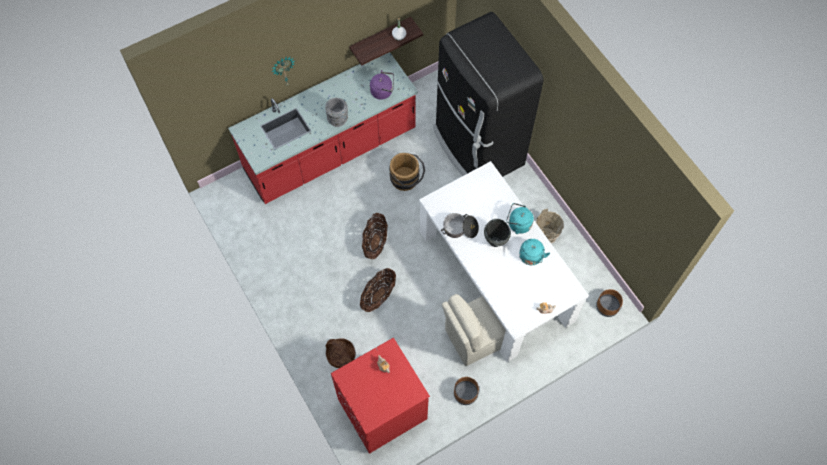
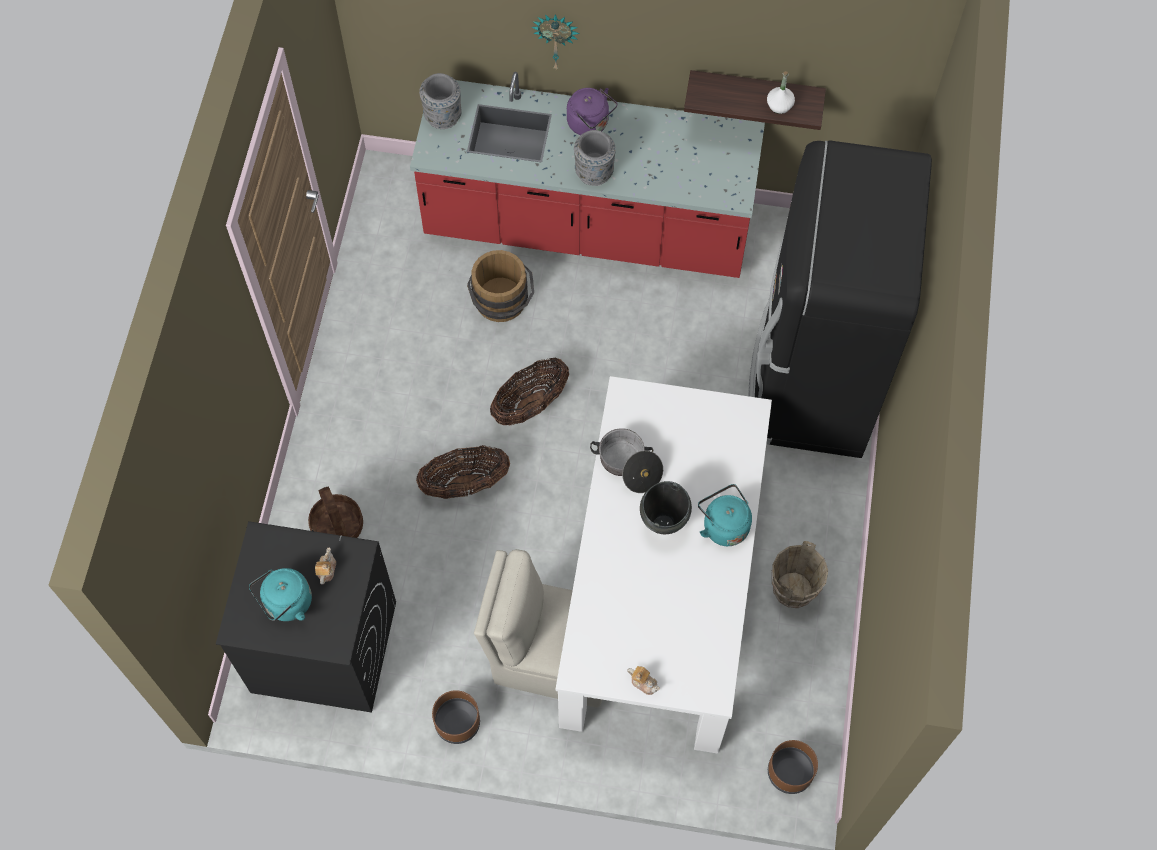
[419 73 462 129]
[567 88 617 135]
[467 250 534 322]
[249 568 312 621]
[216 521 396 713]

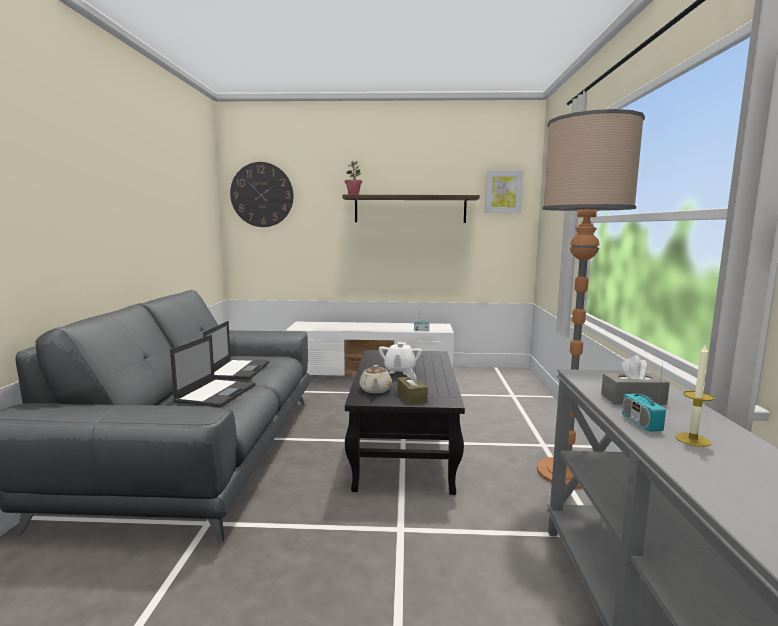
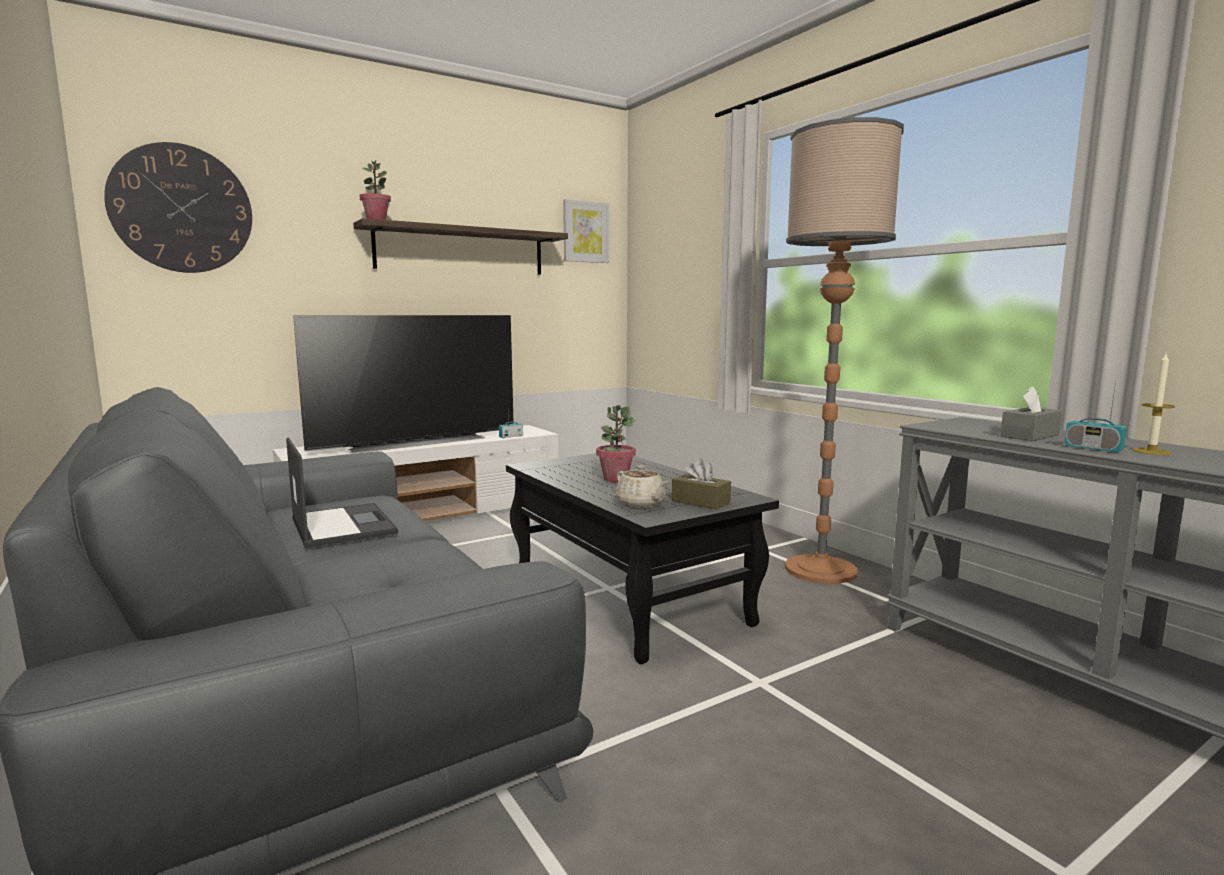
[170 335 256 407] (first image)
[293 315 514 453]
[596 405 636 482]

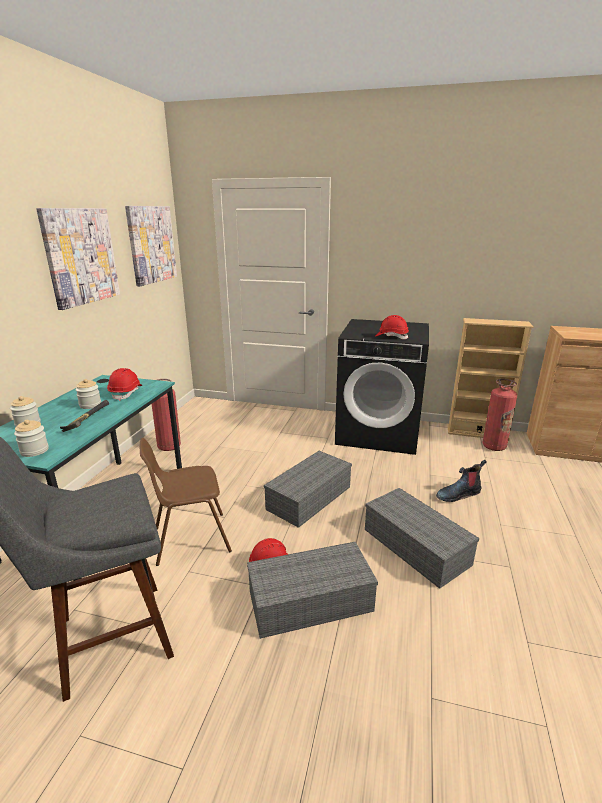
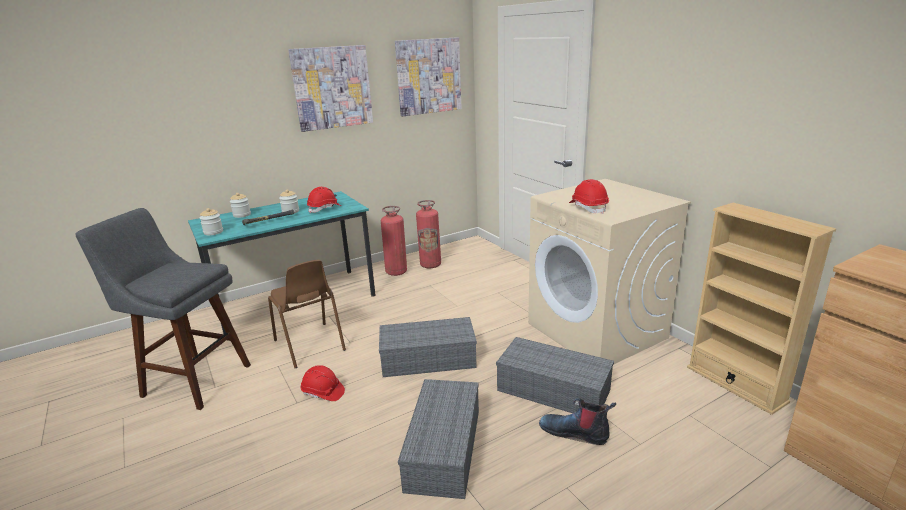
[496 337 614 413]
[416 200 441 269]
[528 179 691 364]
[268 259 346 368]

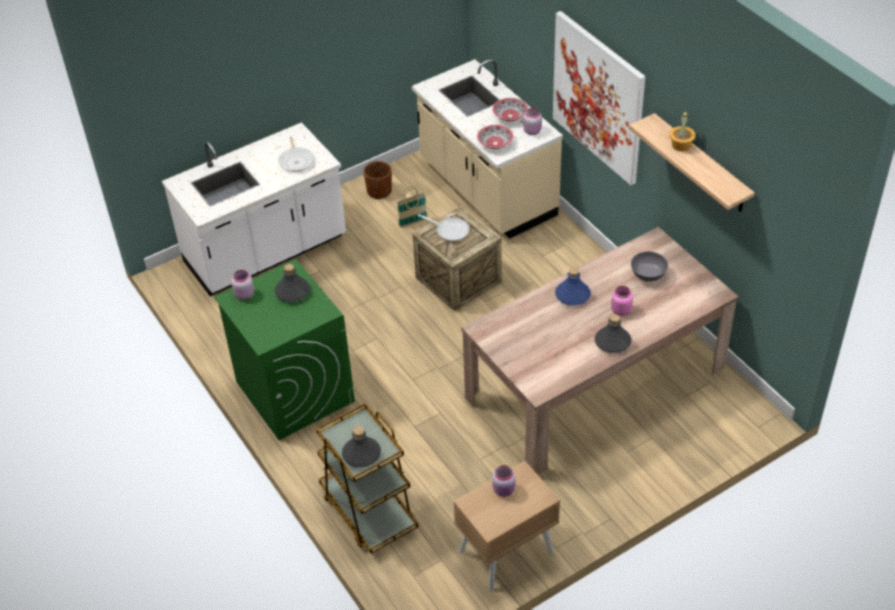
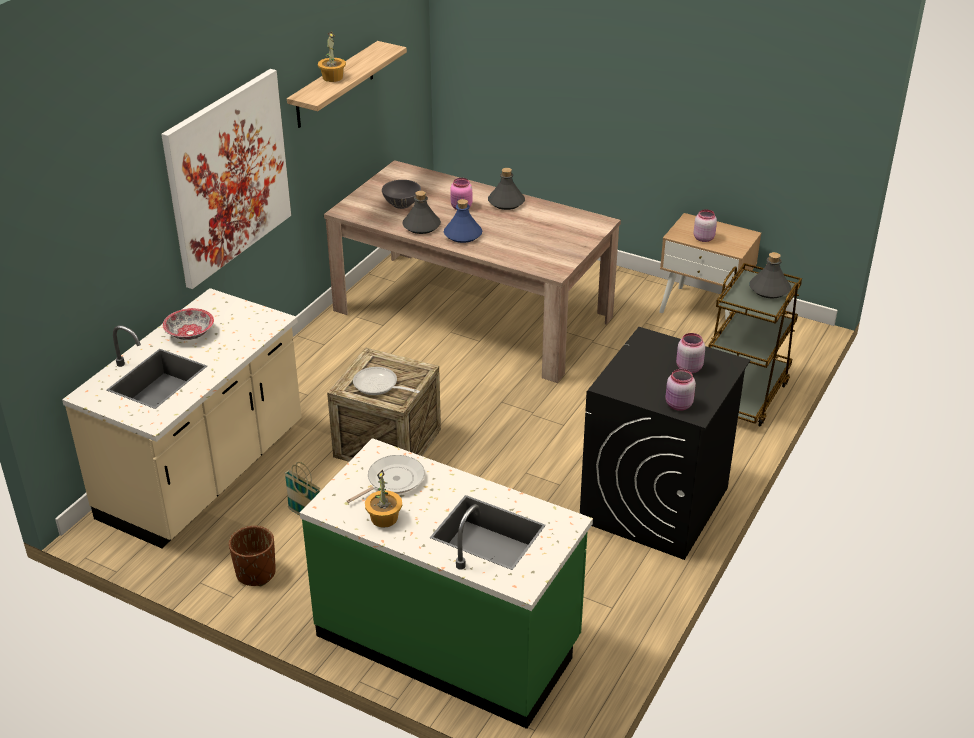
[477 125 513 149] (first image)
[365 470 402 528]
[402 191 441 234]
[676 333 705 373]
[300 438 593 729]
[580 327 750 560]
[353 367 420 395]

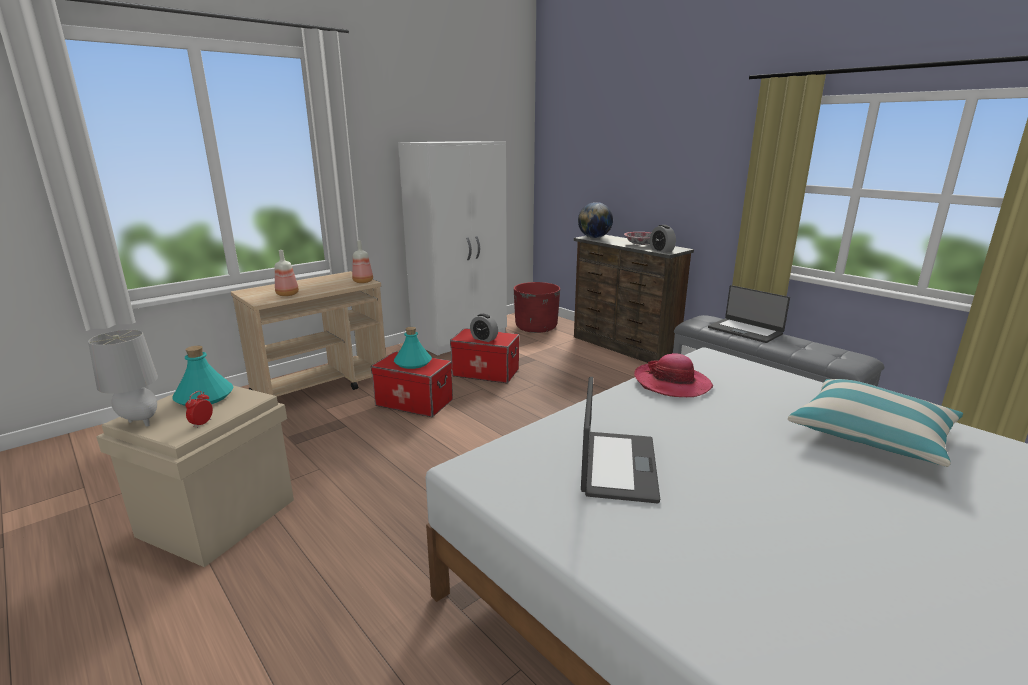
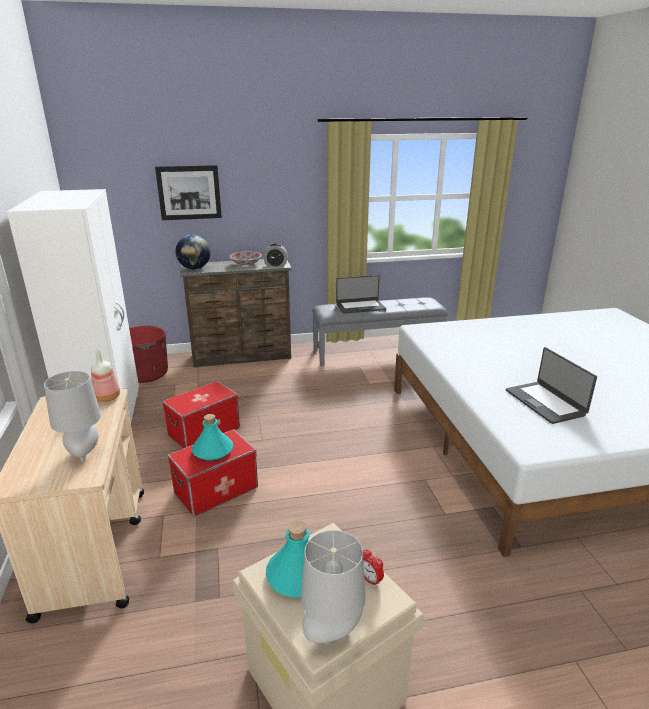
[470 314 498 342] (first image)
[634 353 713 397] (first image)
[788 379 963 467] (first image)
[155 165 222 220]
[44 371 101 462]
[506 347 597 424]

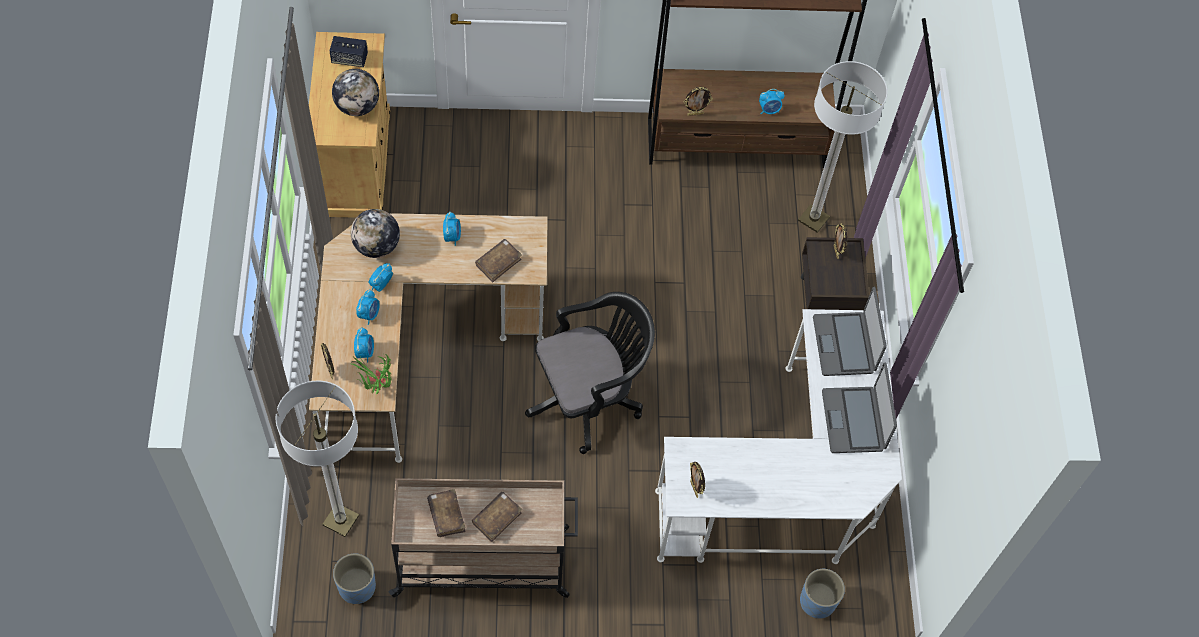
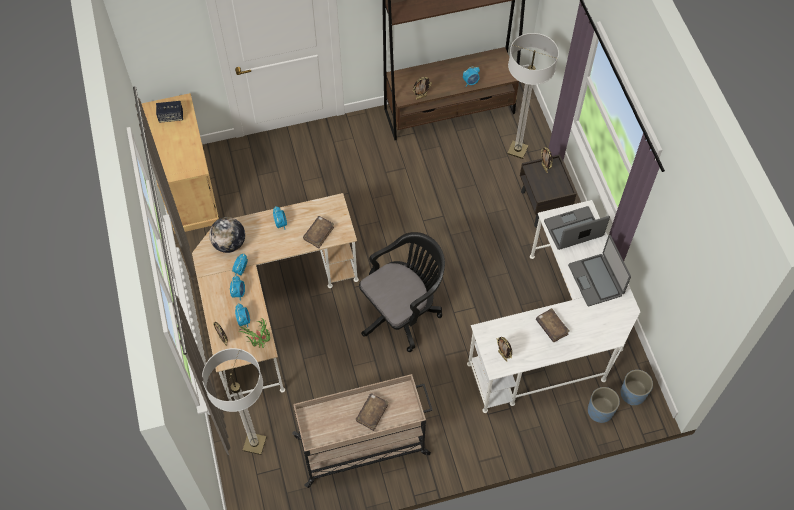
[332 69 379 116] (first image)
[621 370 653 406]
[536 308 570 342]
[544 206 610 250]

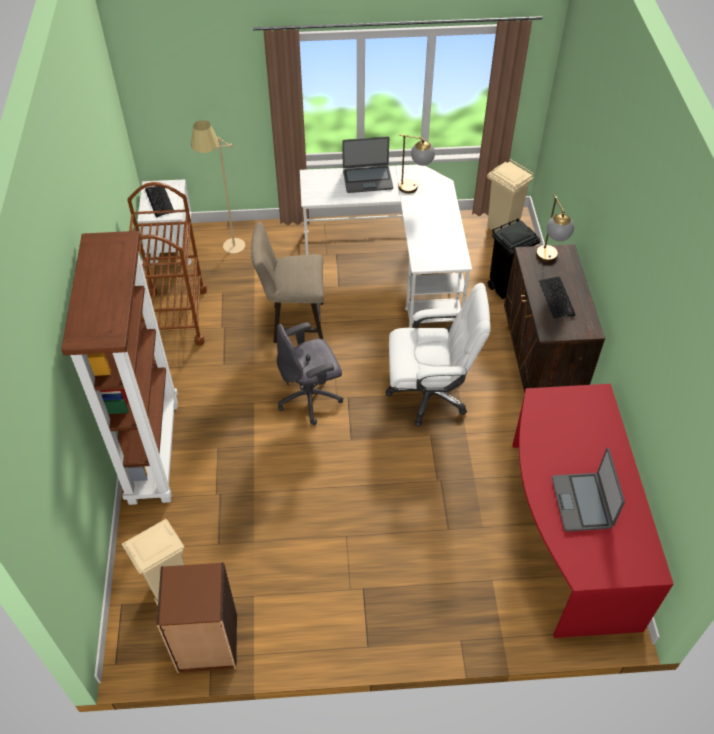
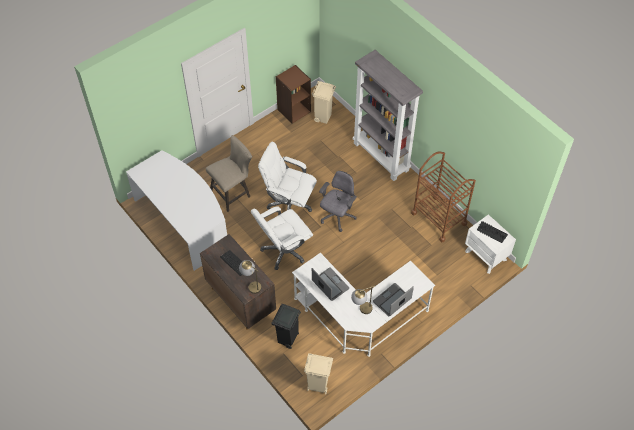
[191 120 245 254] (first image)
[258 142 317 212]
[206 135 252 212]
[312 267 349 301]
[353 50 423 181]
[126 150 227 271]

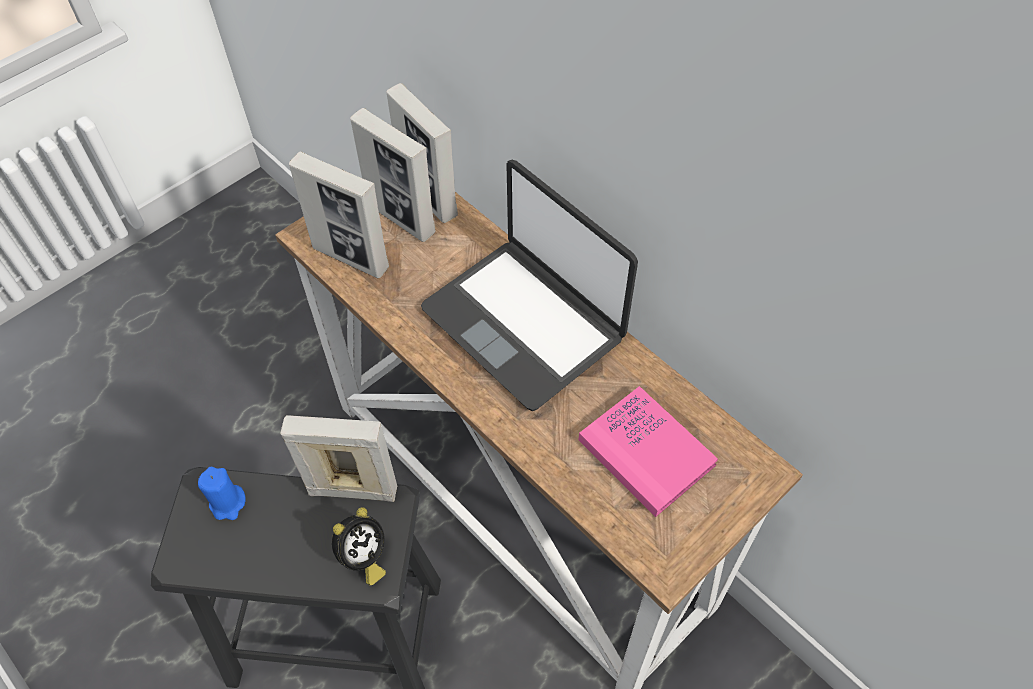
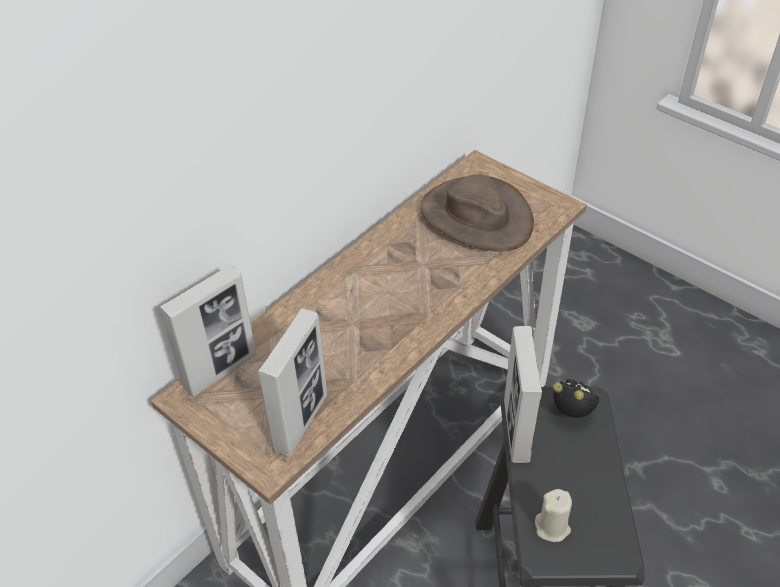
[350 108 435 242] (first image)
[421 160 638 411] (first image)
[420 174 534 252]
[535 489 572 542]

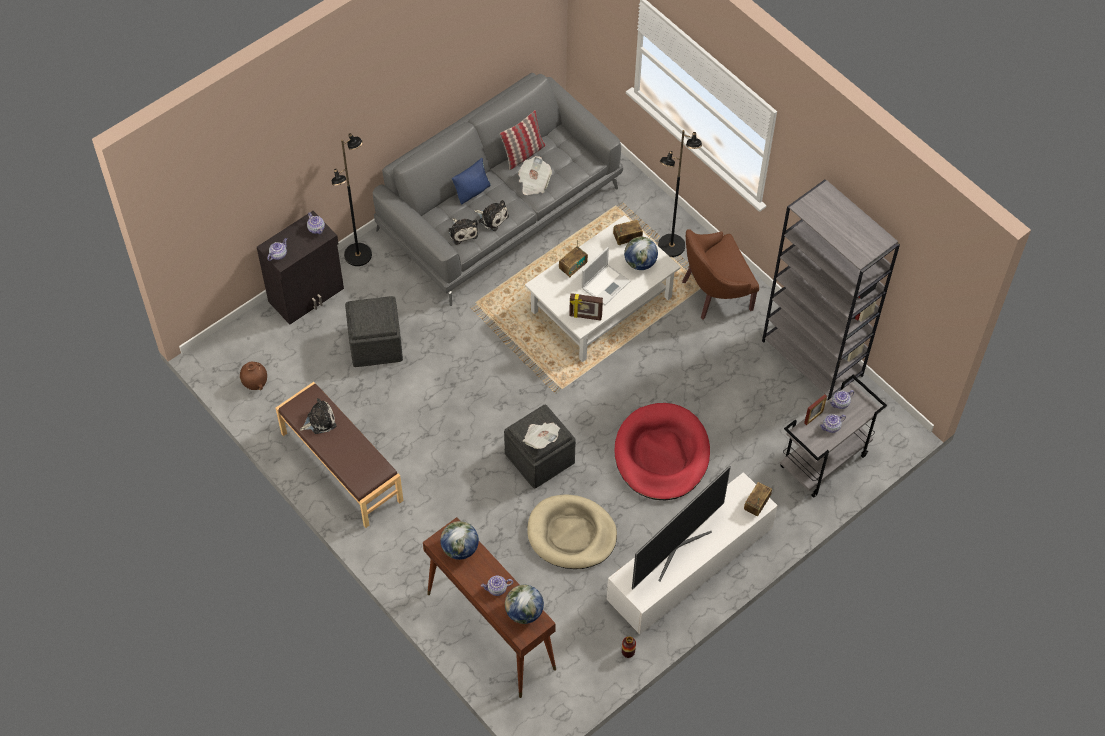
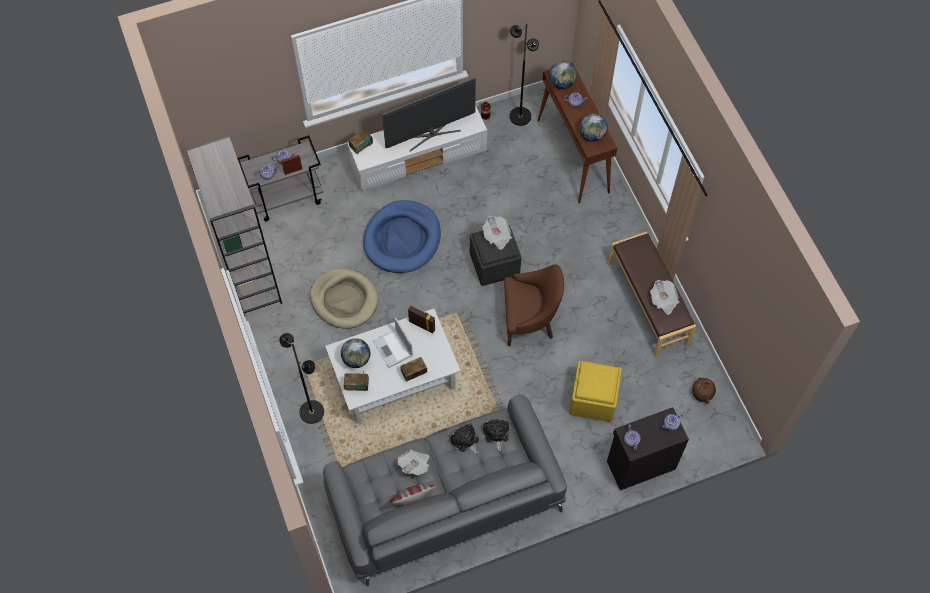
[452 158 491 205] (first image)
[509 23 539 126]
[310 268 378 329]
[504 264 564 346]
[650 280 679 315]
[569 361 622 422]
[363 200 441 273]
[373 317 413 368]

